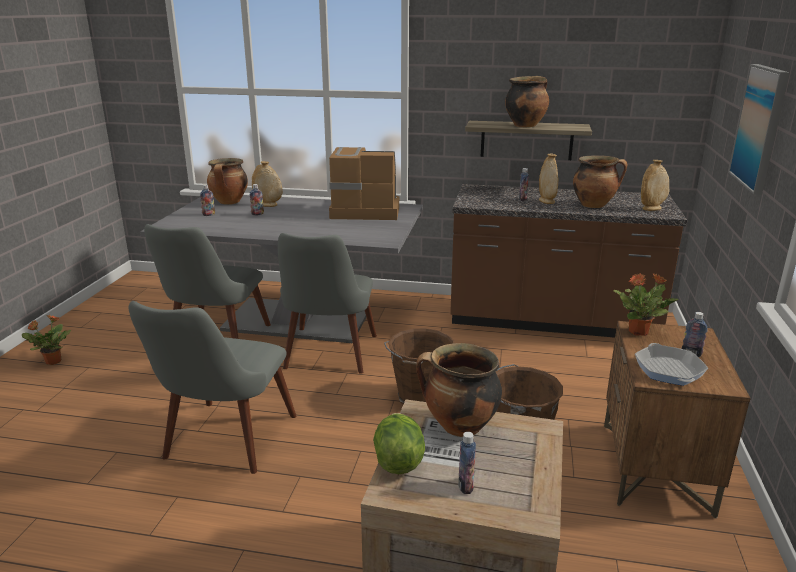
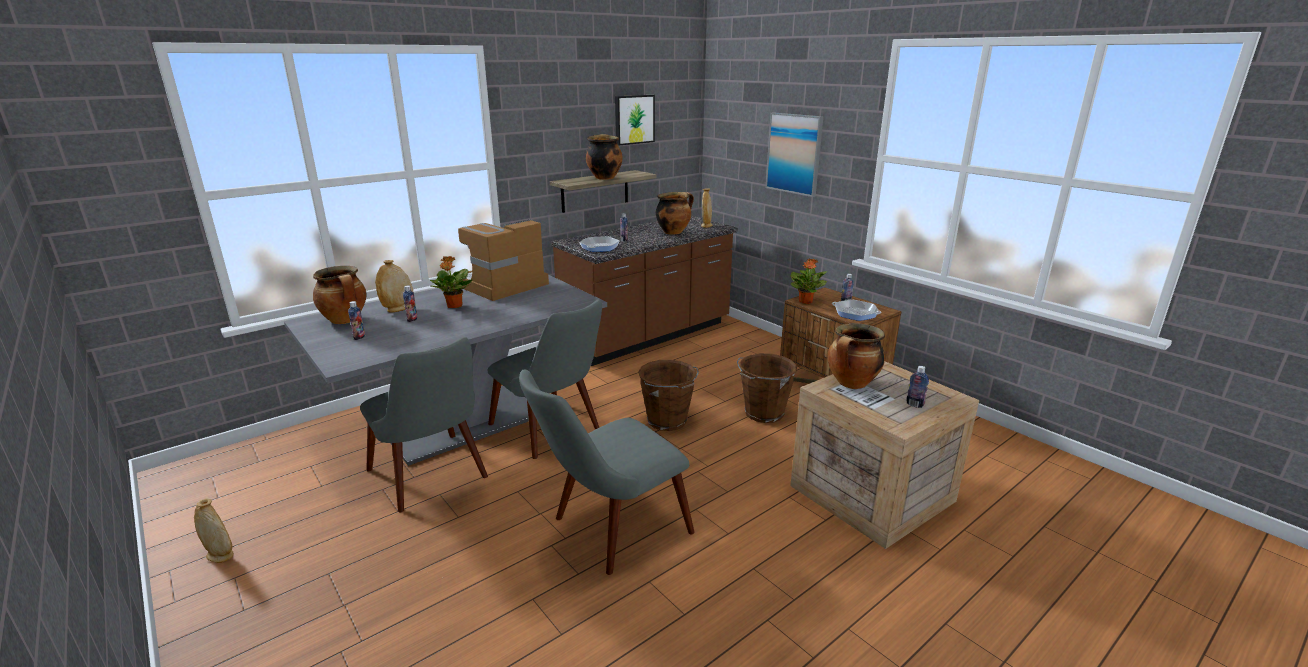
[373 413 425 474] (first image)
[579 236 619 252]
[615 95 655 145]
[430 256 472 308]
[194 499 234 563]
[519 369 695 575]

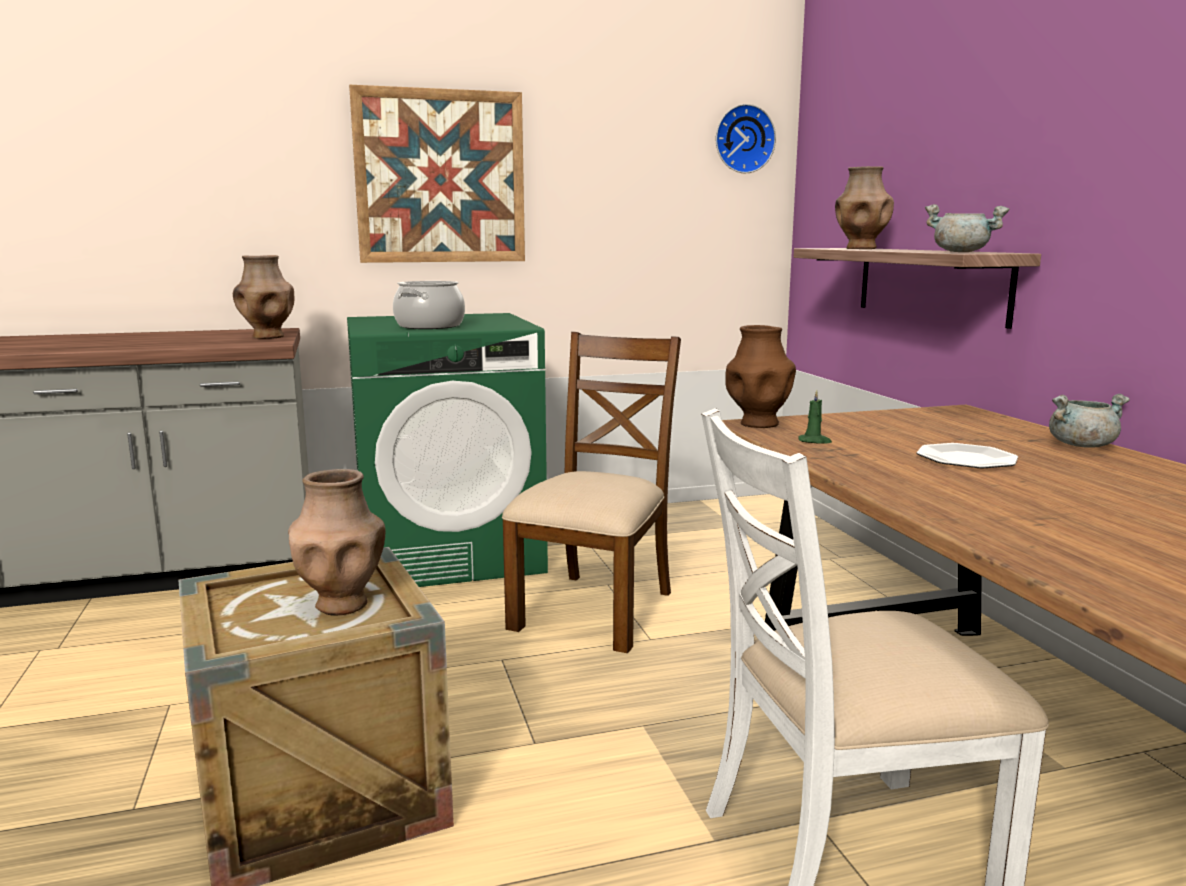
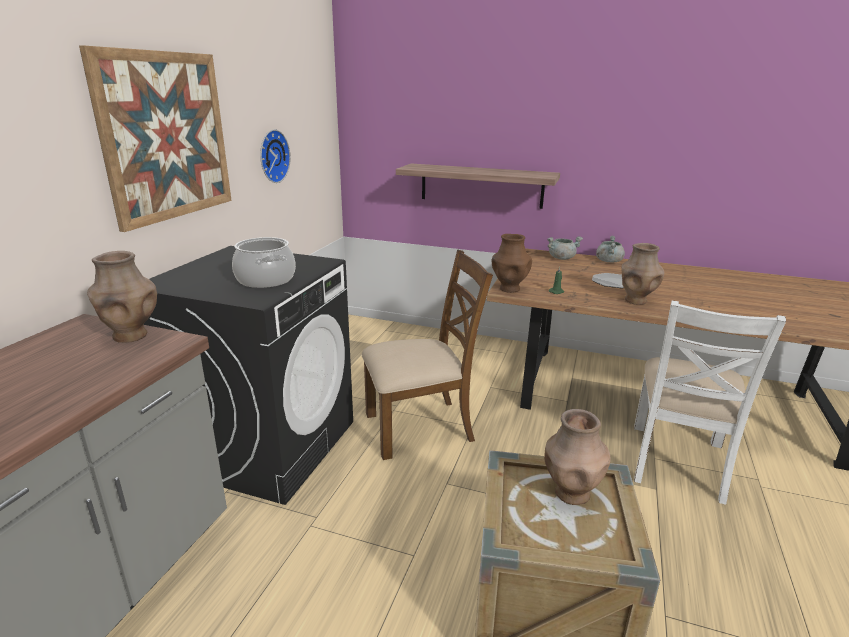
[260 129 290 183]
[621 243 665 305]
[547 236 583 260]
[144 246 353 505]
[362 249 493 460]

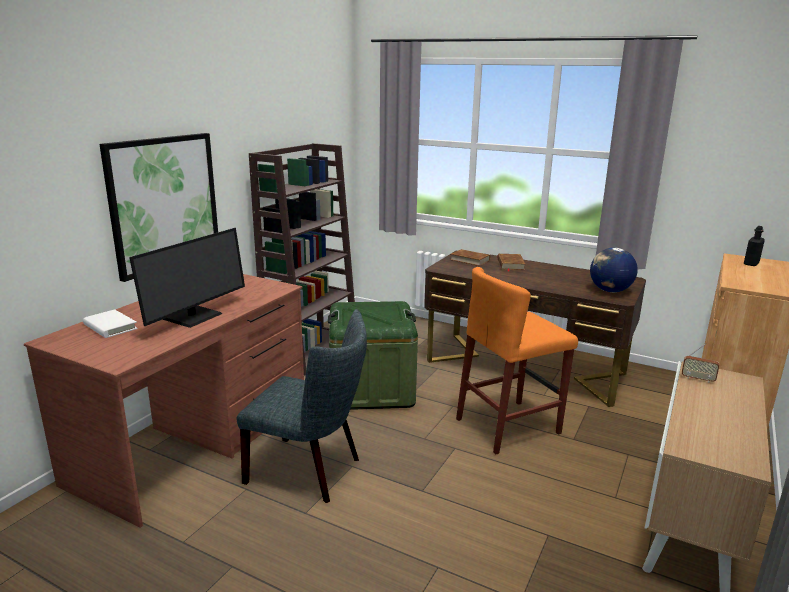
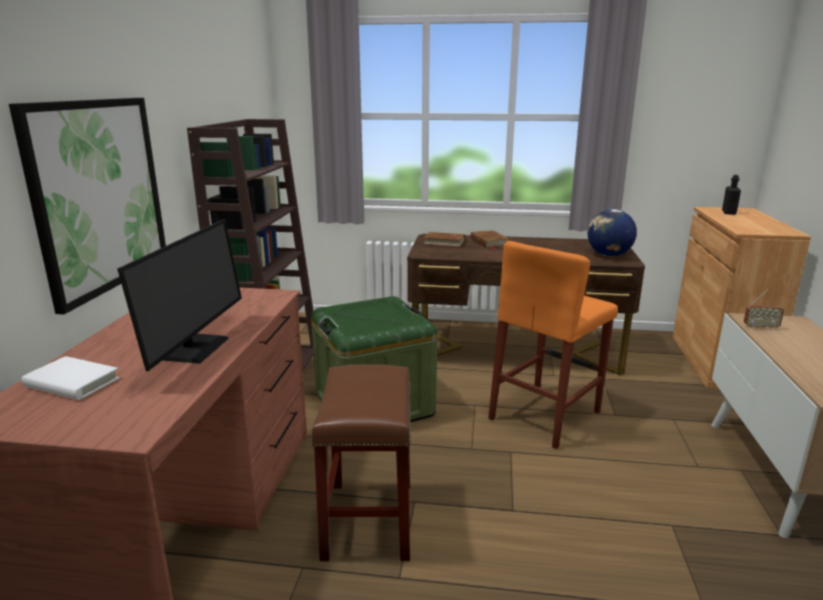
[311 364 411 562]

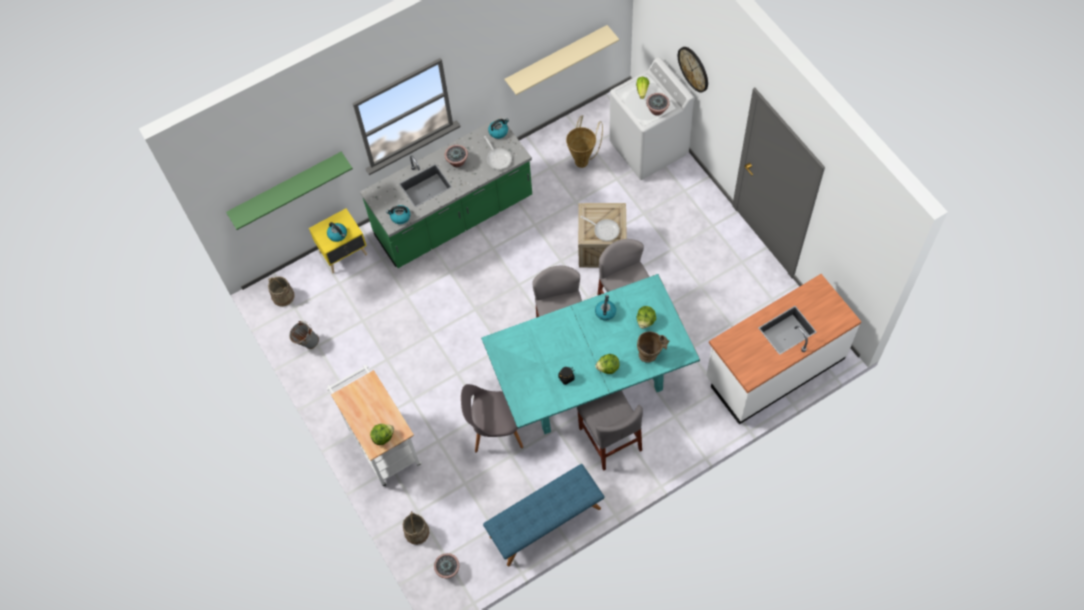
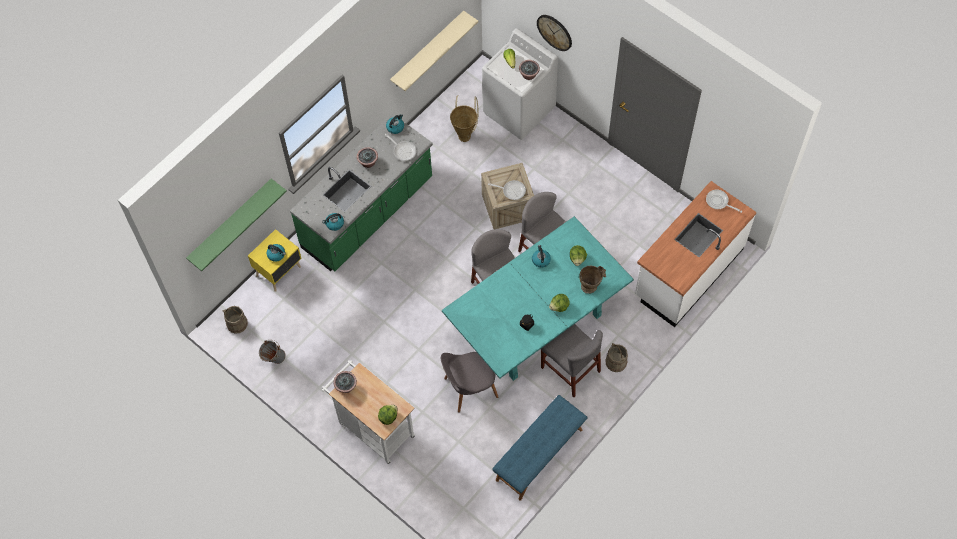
[706 190 742 213]
[605 343 628 372]
[333 371 357 393]

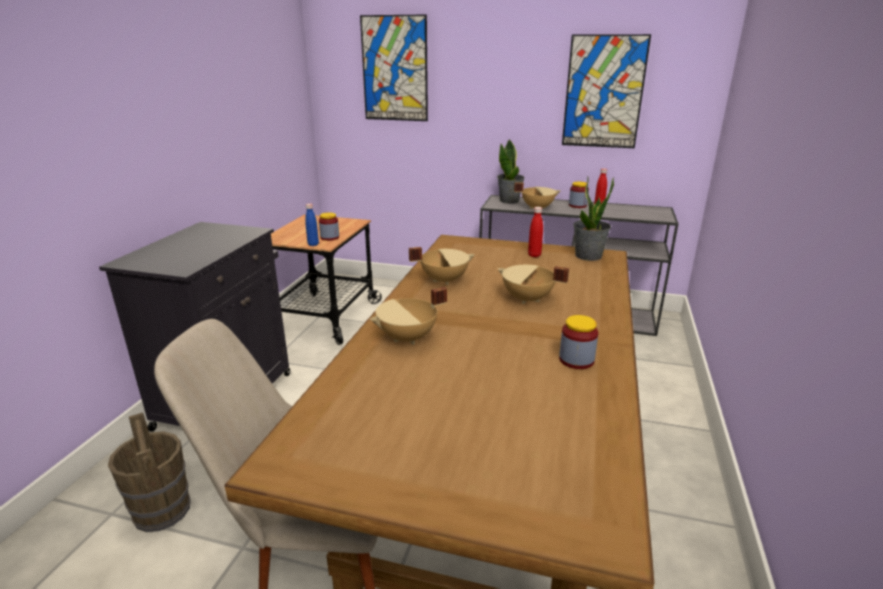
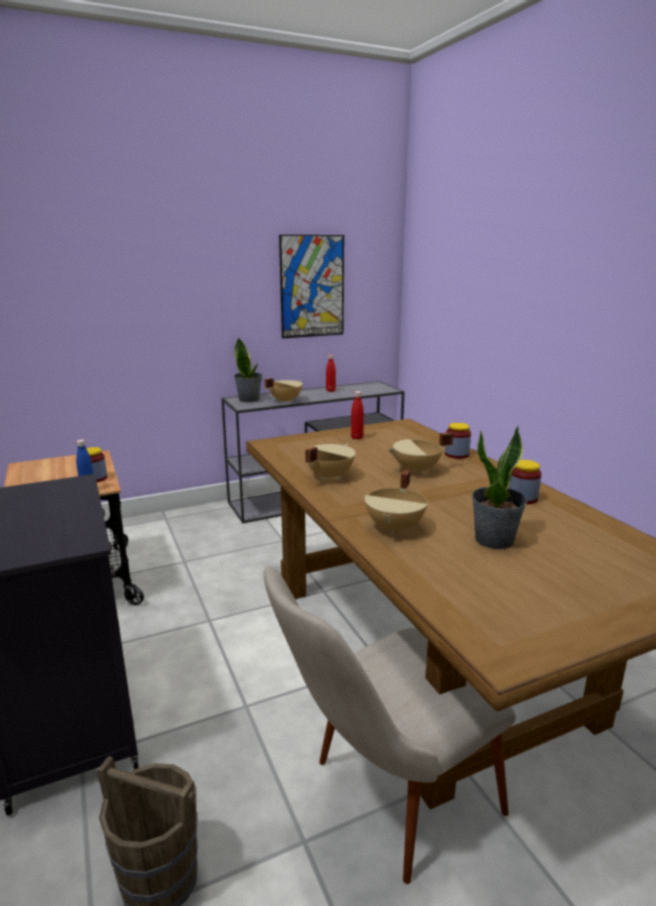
[360 15 428 121] (first image)
[445 423 471 459]
[472 426 527 549]

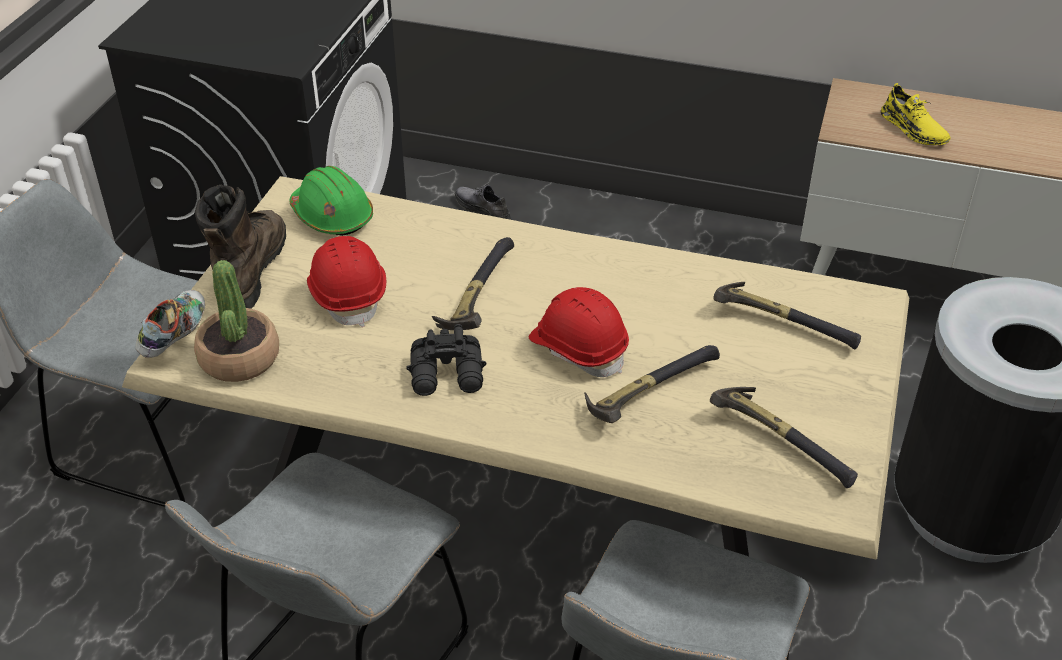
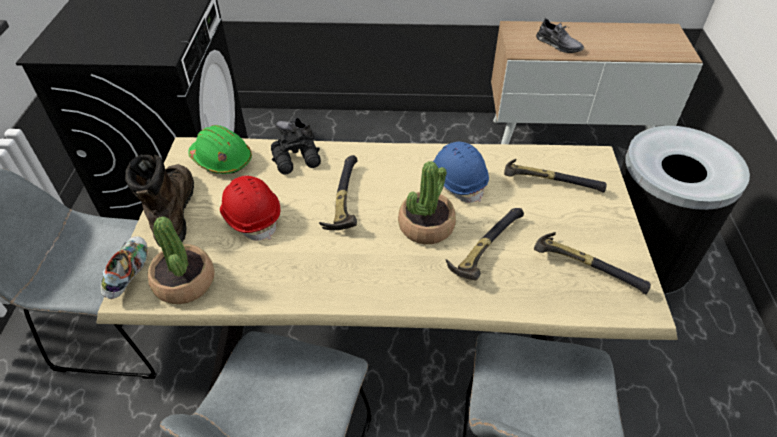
[432 142 489 203]
[271 128 321 175]
[398 161 456 244]
[536 18 584 53]

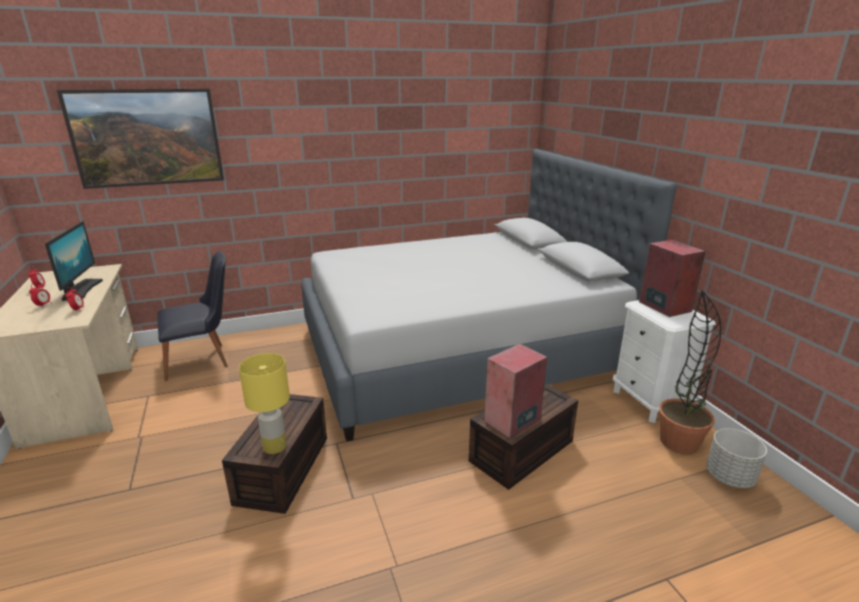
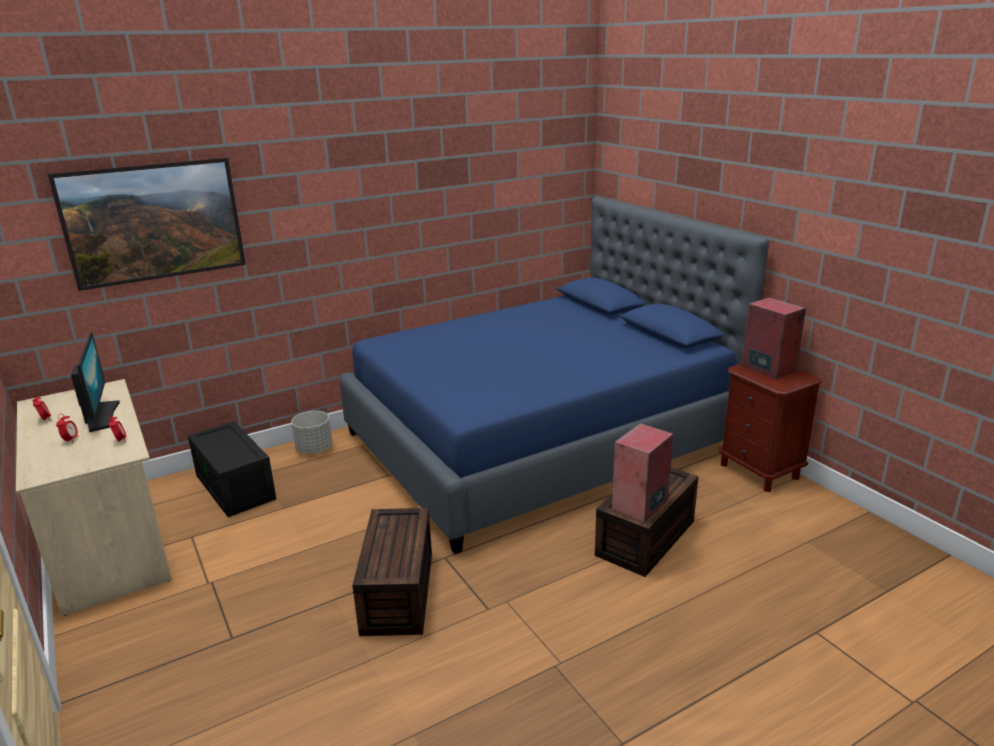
[239 353 290 454] (first image)
[659 290 721 454] (first image)
[291 411 332 454]
[188 421 276 517]
[340 197 769 554]
[719 364 822 492]

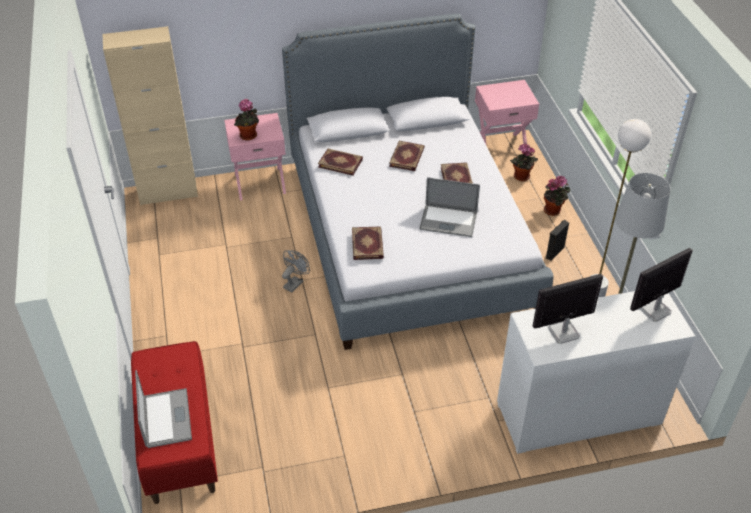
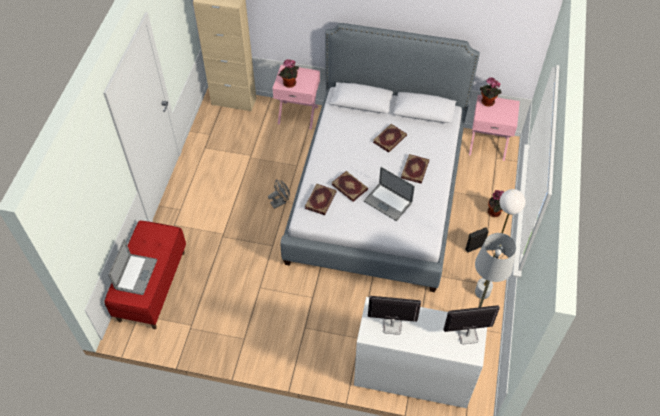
[332 171 368 202]
[480 77 502 107]

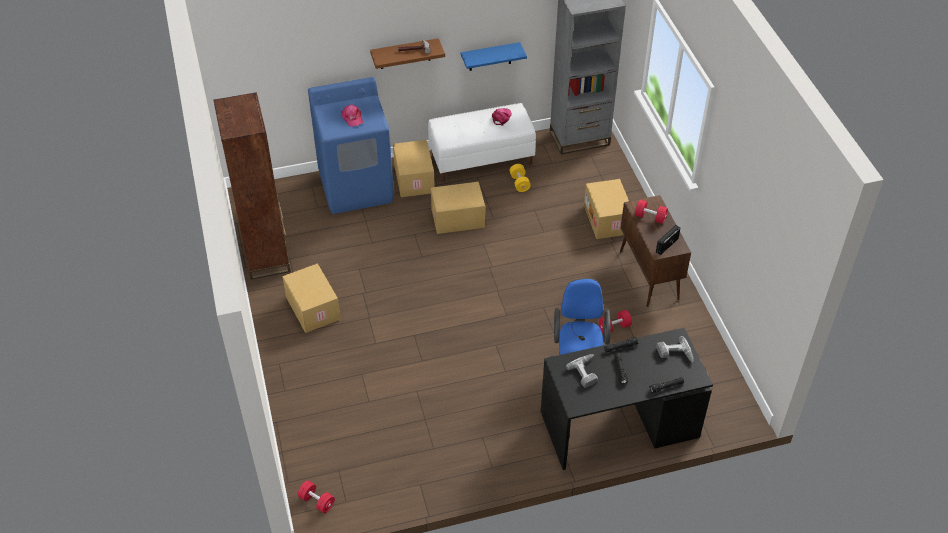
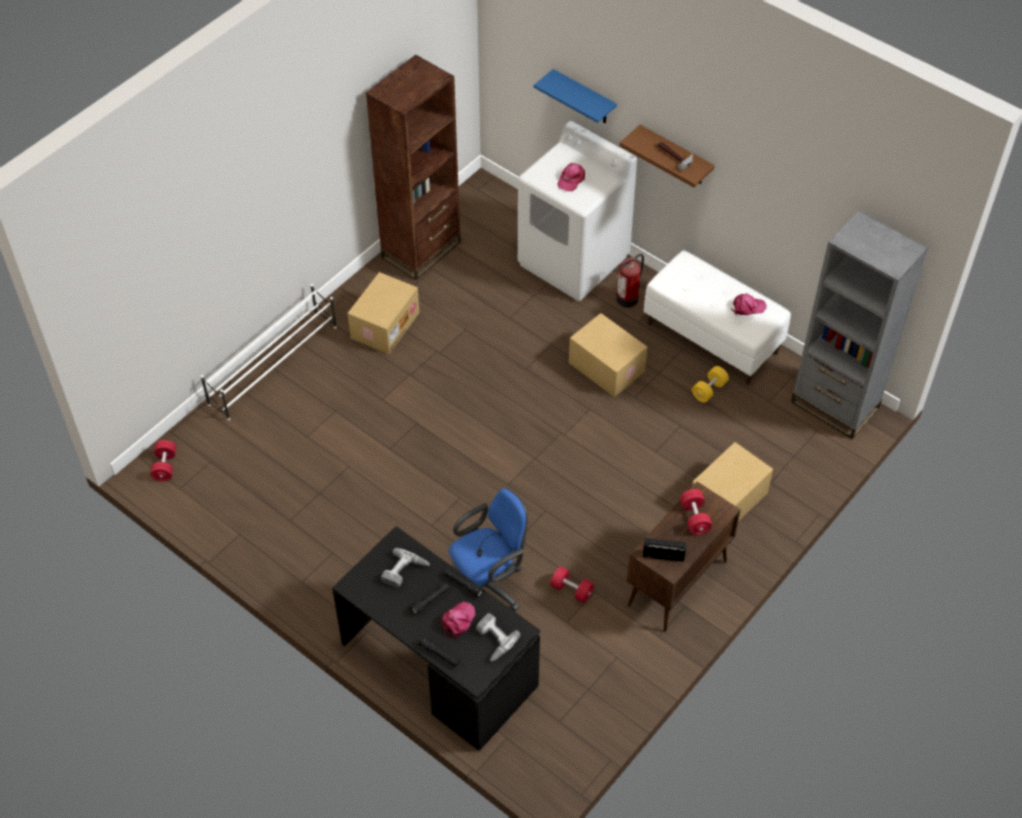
[201 284 337 420]
[442 601 475 638]
[534 69 617 123]
[616 254 644 308]
[518 121 637 301]

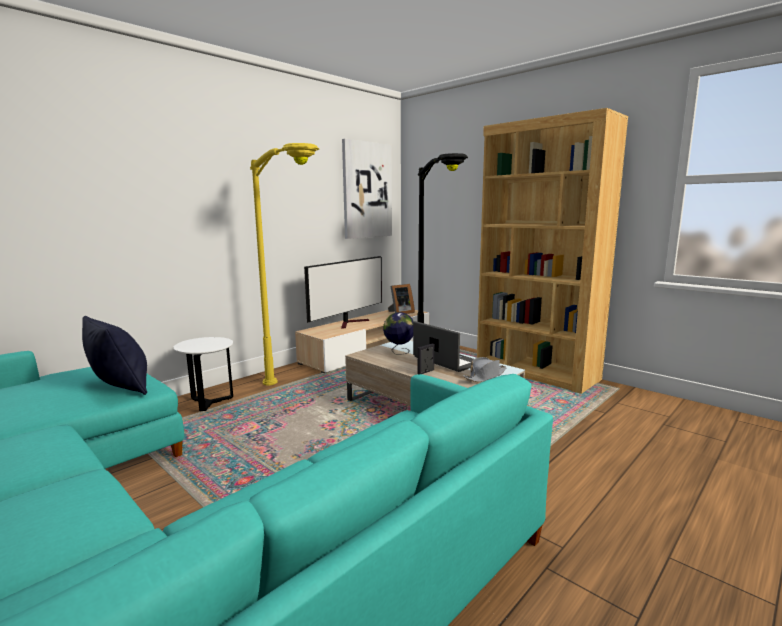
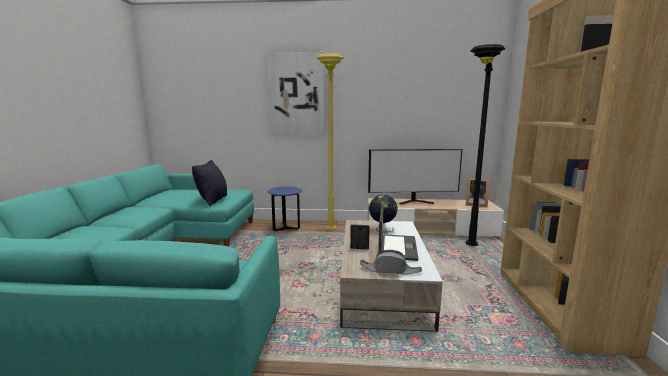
[267 52 324 136]
[268 186 302 231]

